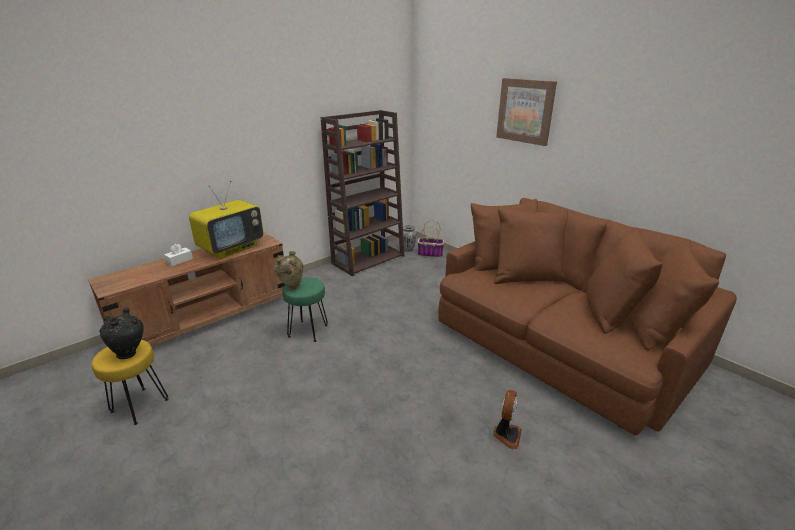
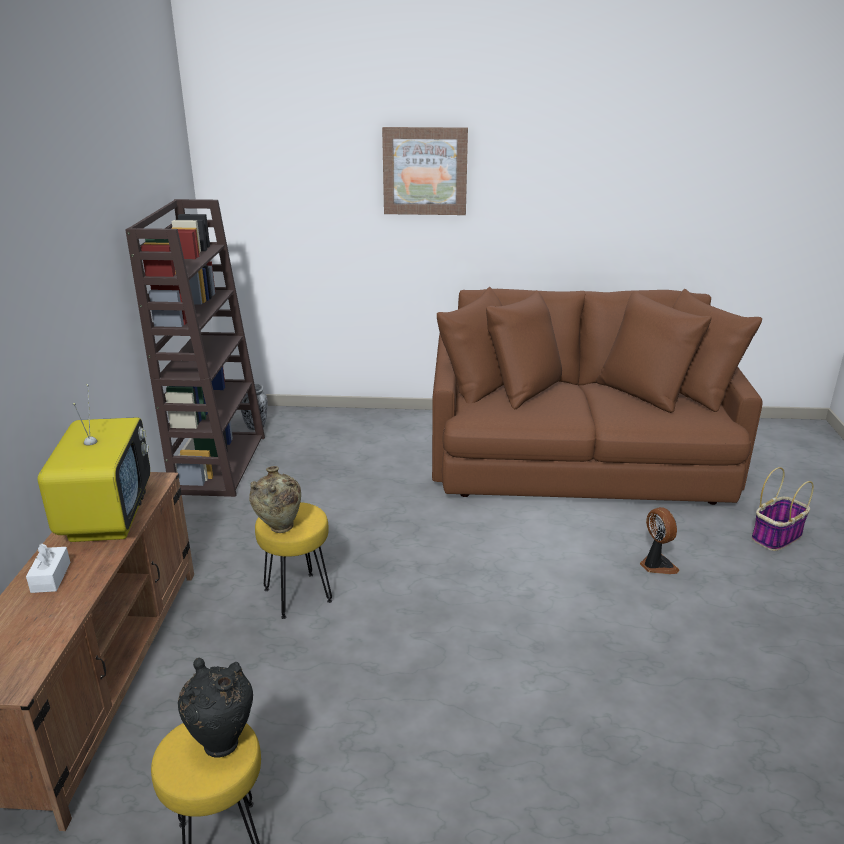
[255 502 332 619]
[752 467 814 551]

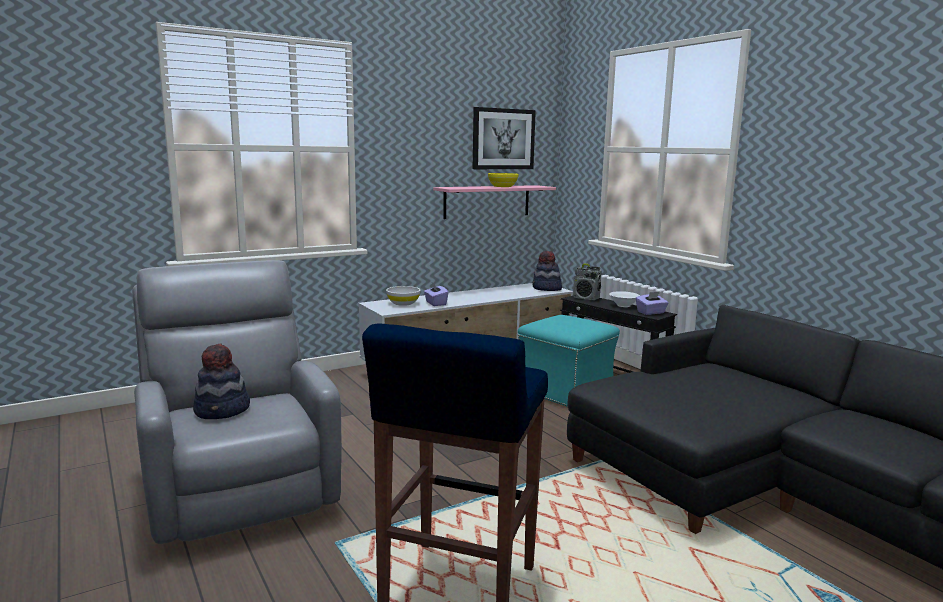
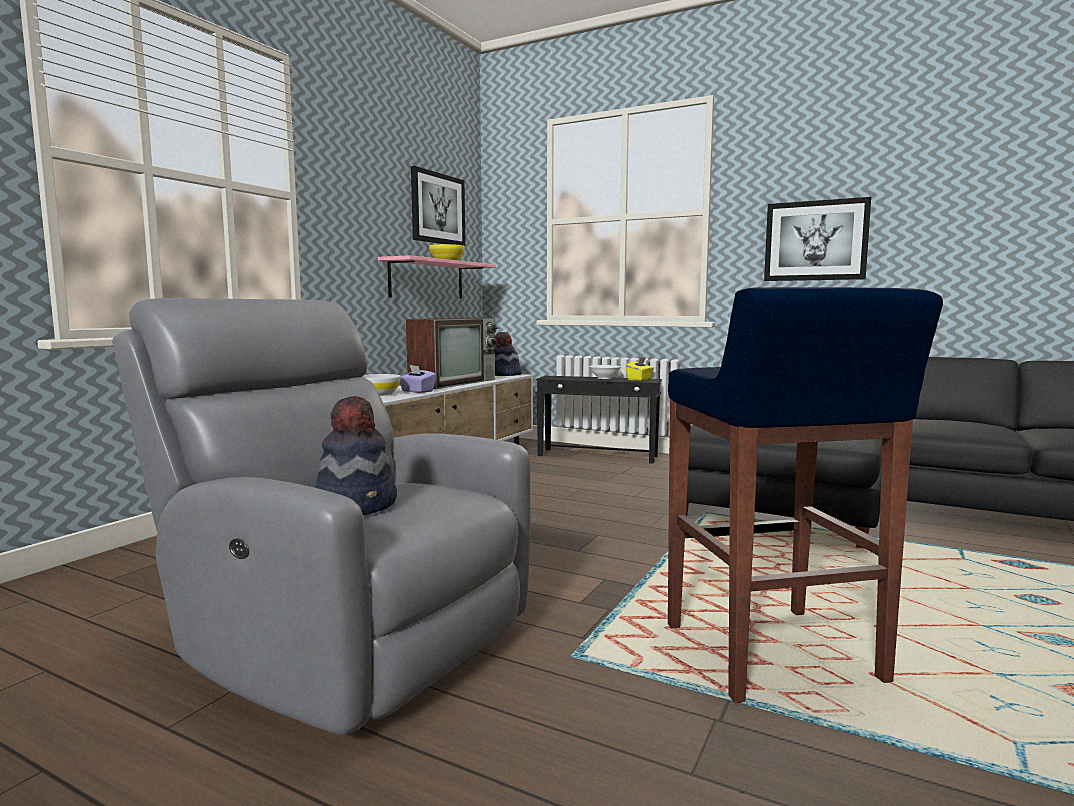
[406 318 498 389]
[626 357 654 381]
[764 197 871 281]
[518 315 620 407] (first image)
[573 263 601 300] (first image)

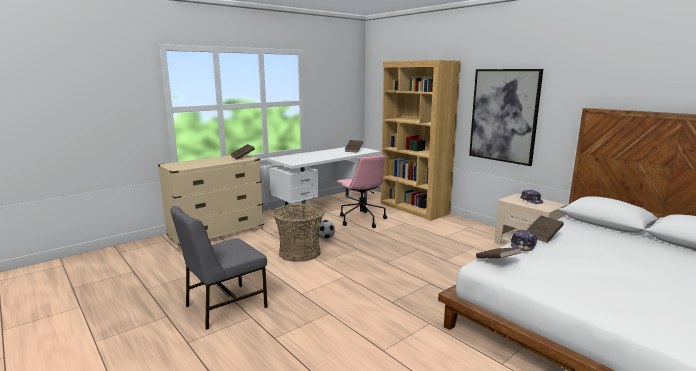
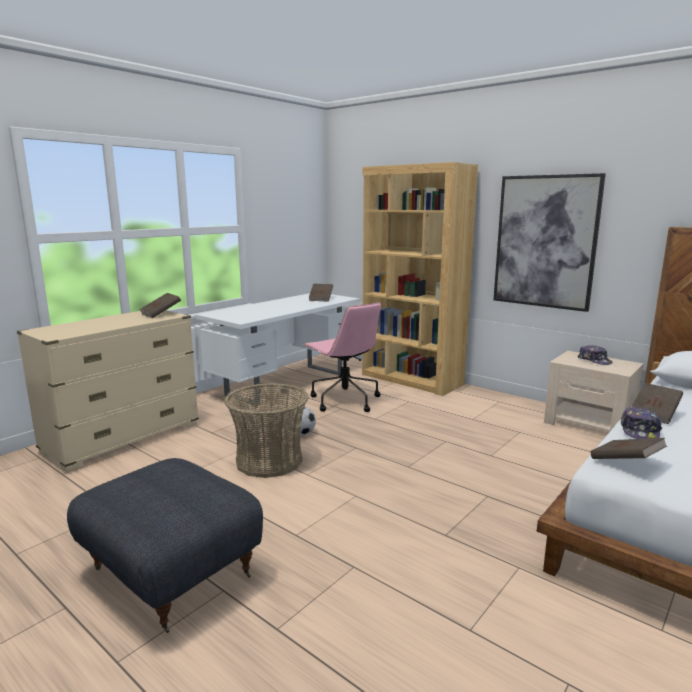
[67 458 263 633]

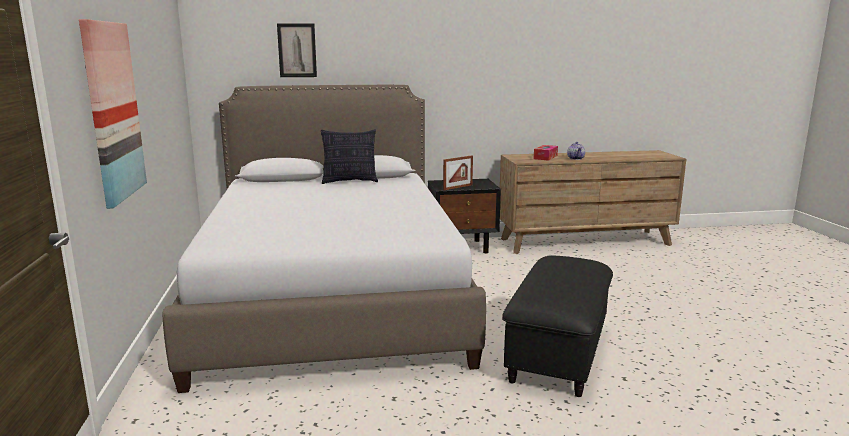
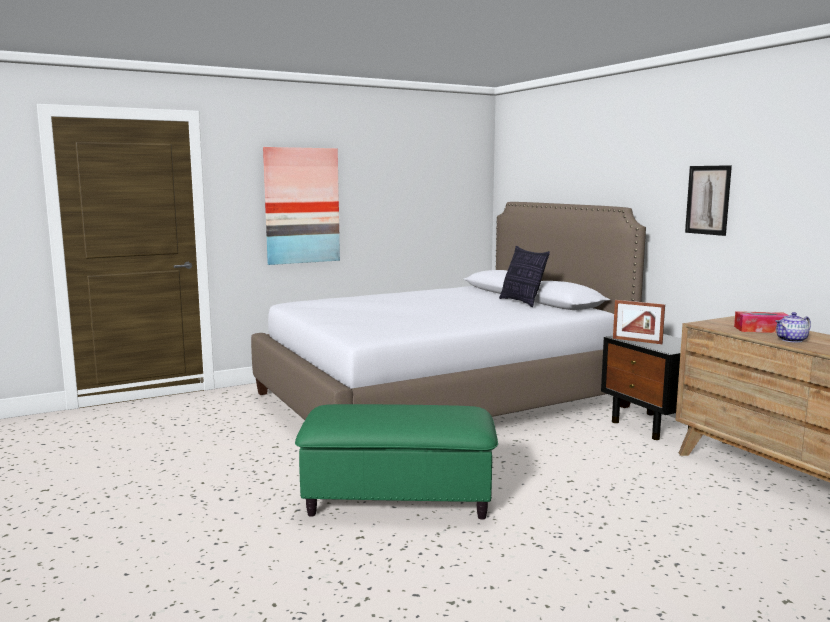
[295 404 498 520]
[685 165 732 236]

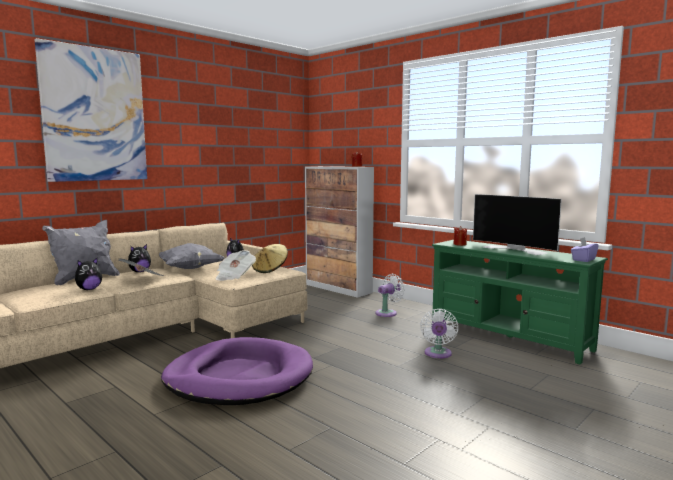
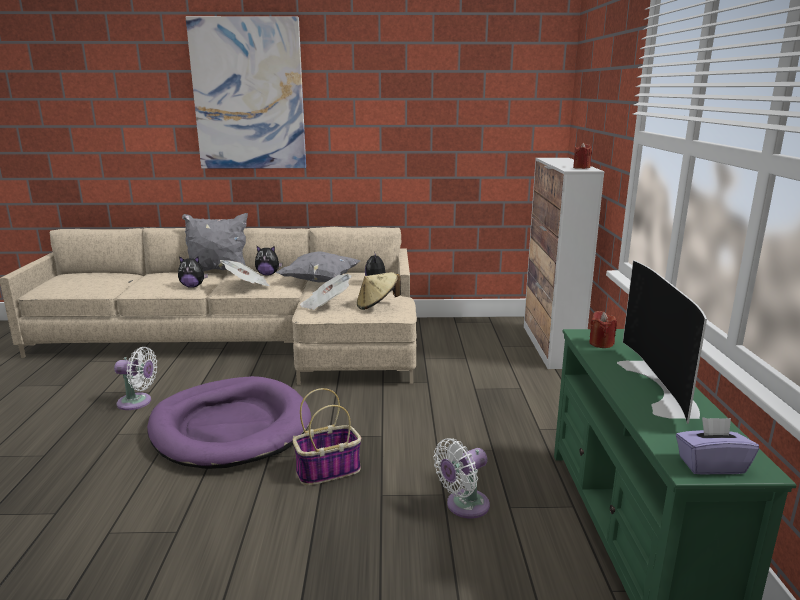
[114 347 158 410]
[293 388 361 485]

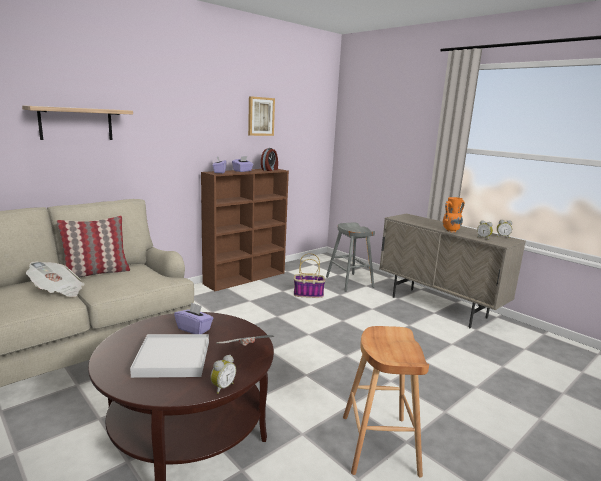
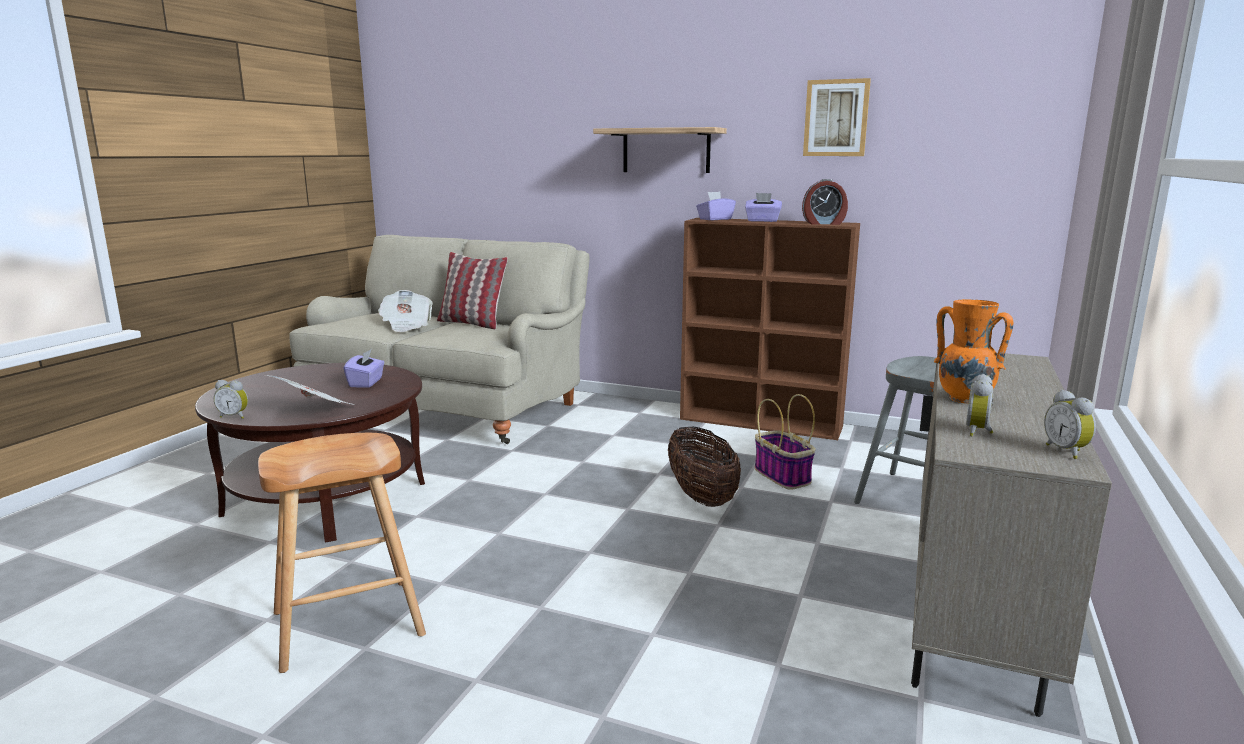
[593 127 727 173]
[668 427 741 507]
[130 334 209 378] (first image)

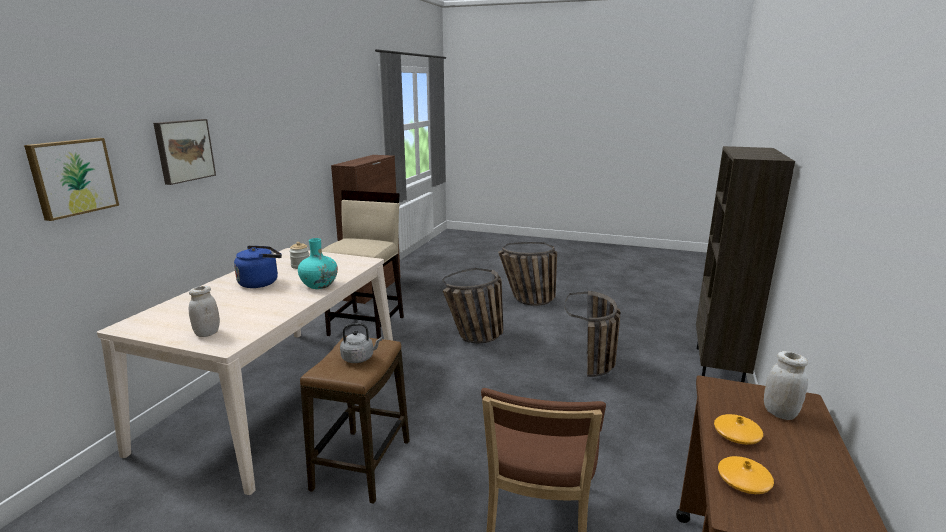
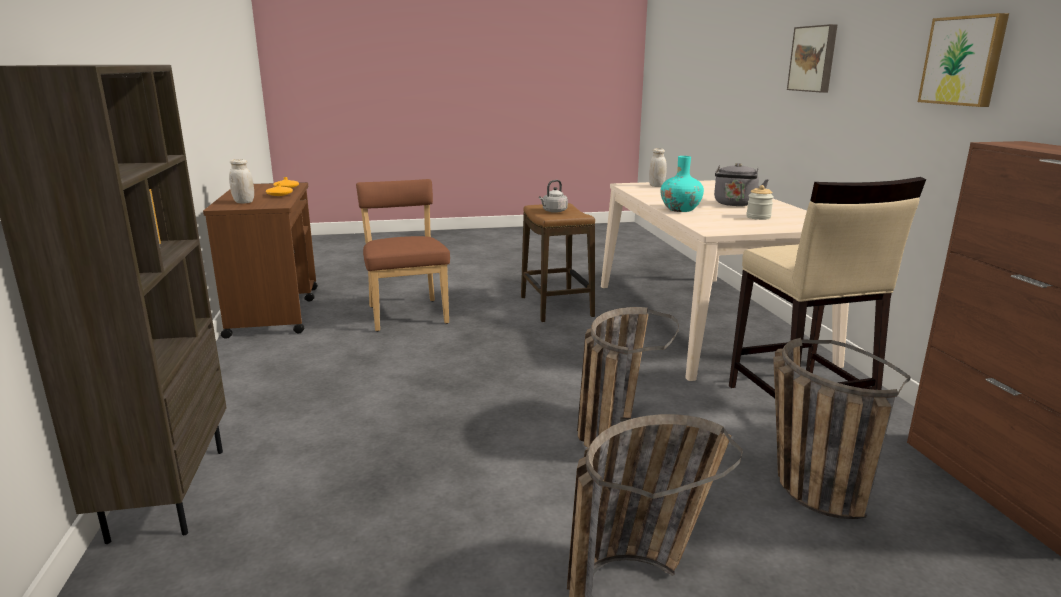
[714 163 769 206]
[773 338 911 519]
[918 13 1009 107]

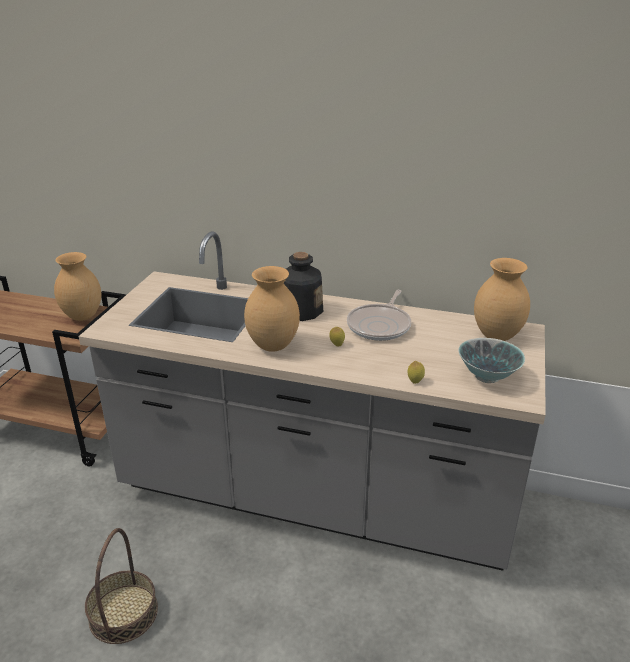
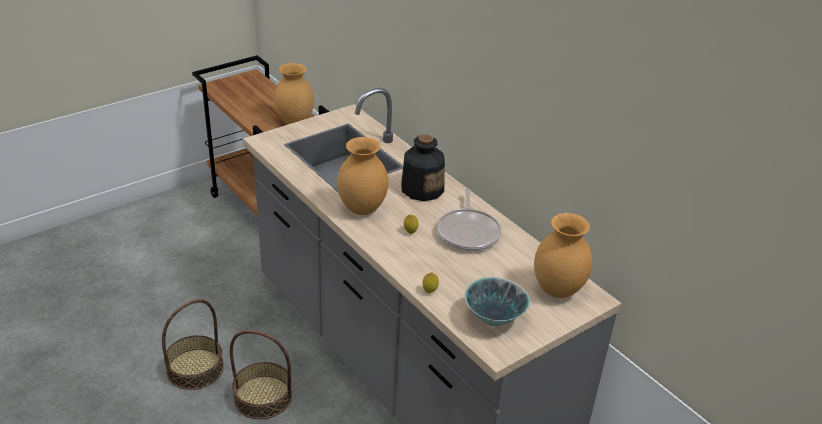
[230 330 292 419]
[437 188 502 251]

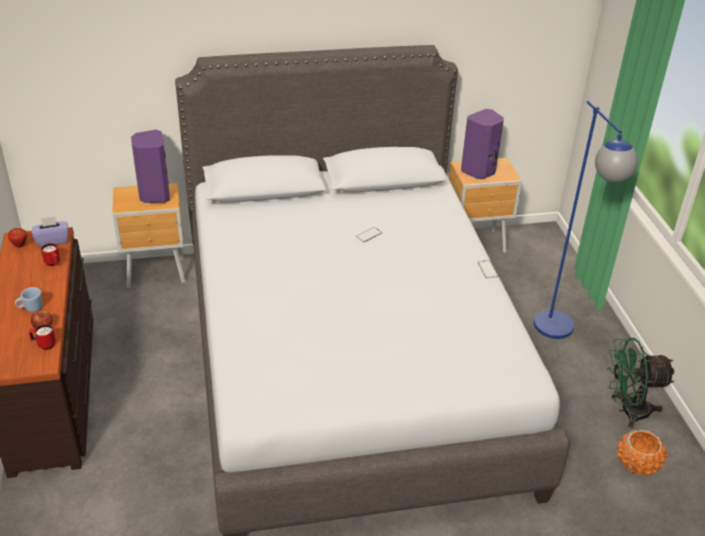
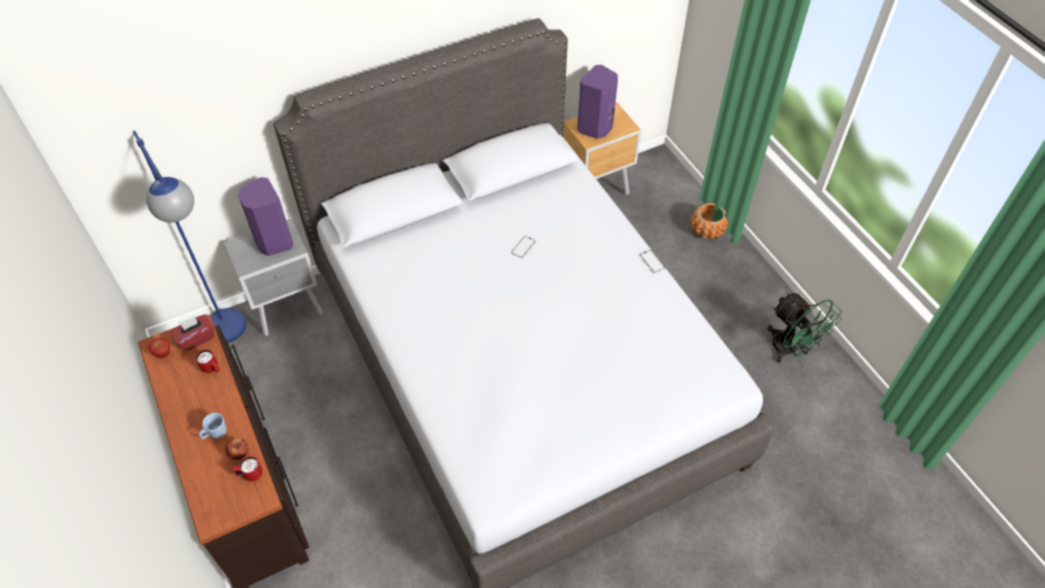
[133 131 246 343]
[171 314 214 351]
[224 219 323 336]
[690 203 728 239]
[767 292 842 363]

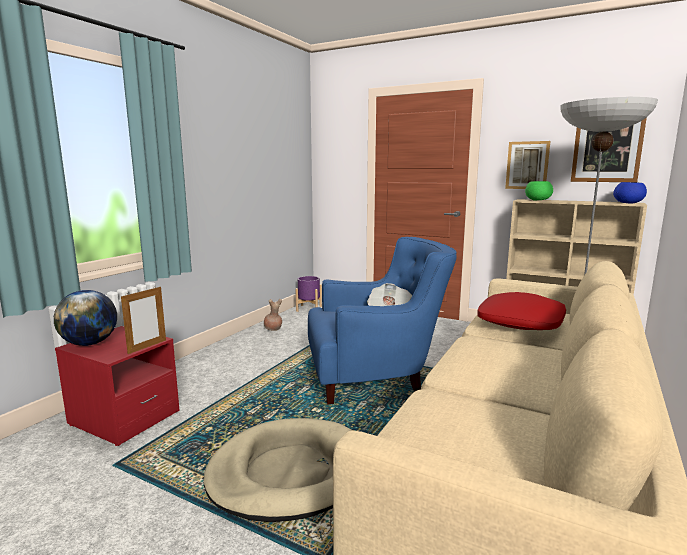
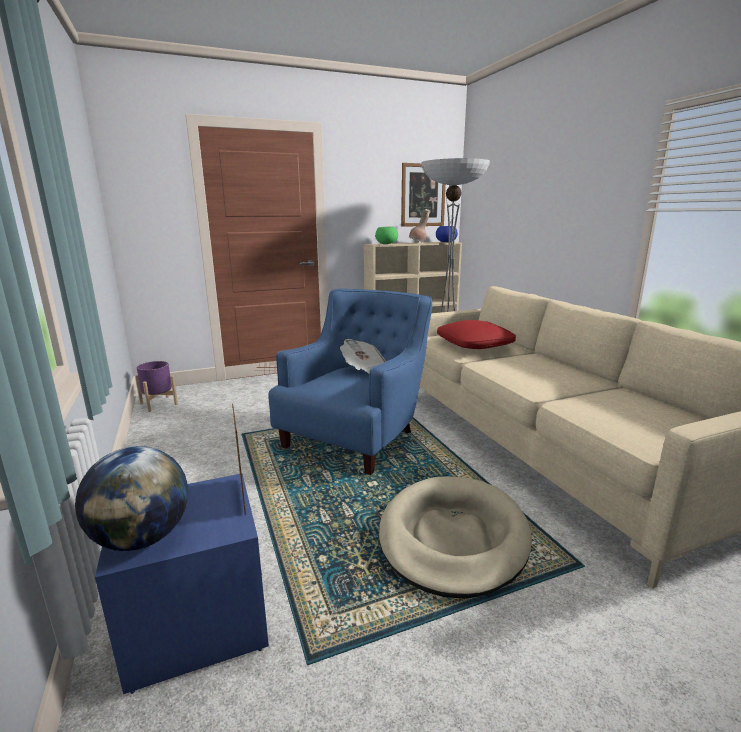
[95 474 269 694]
[409 209 430 243]
[505 141 550 189] (first image)

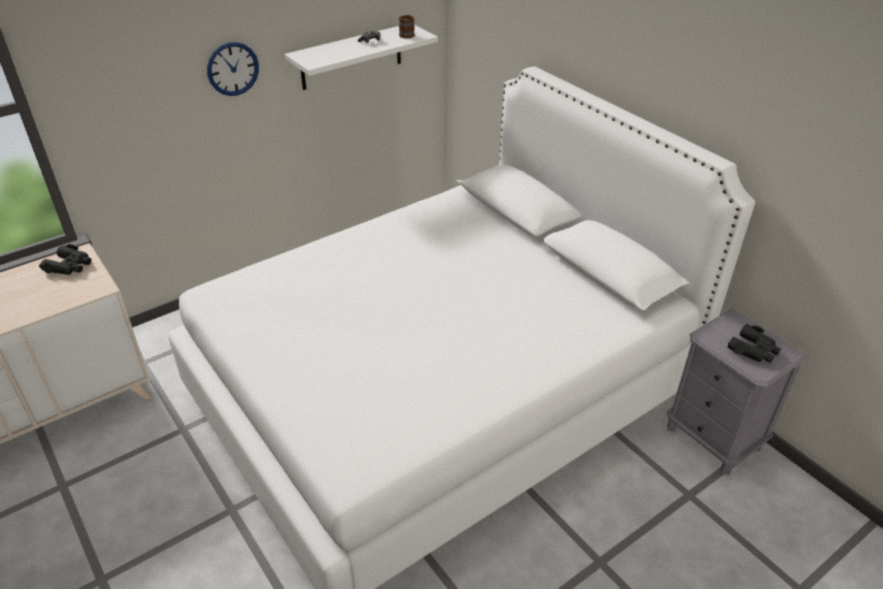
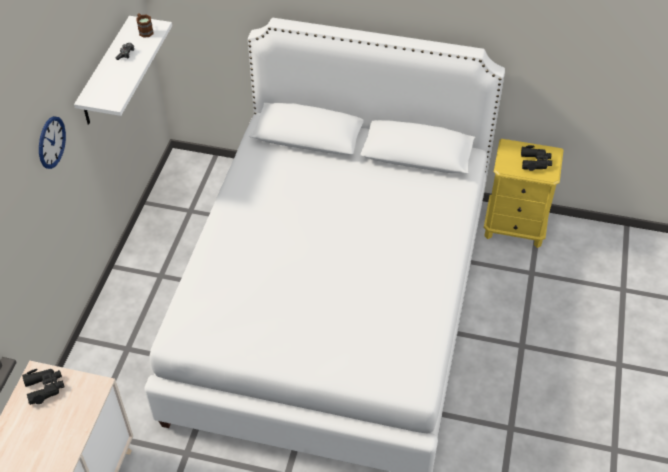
[484 139 564 248]

